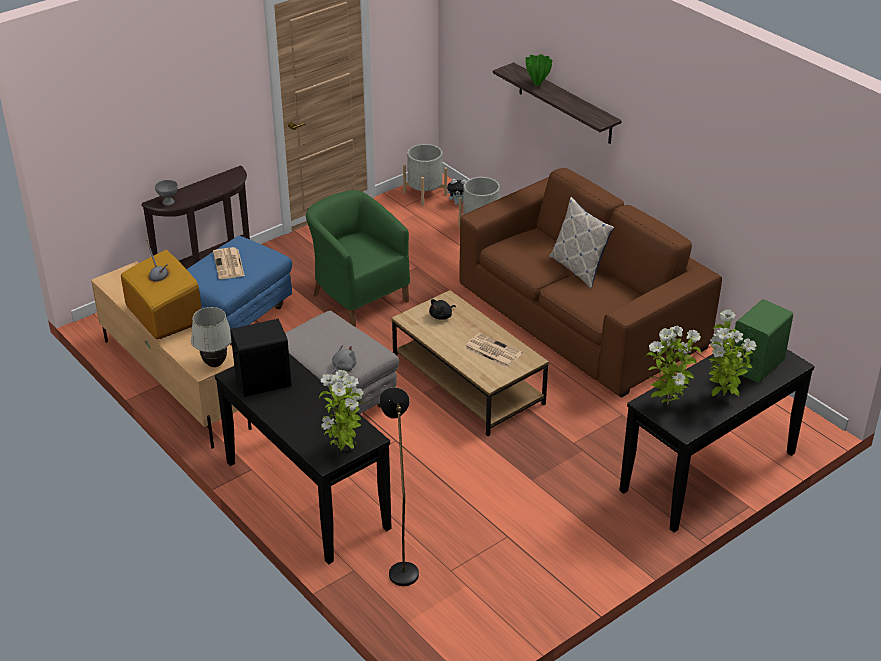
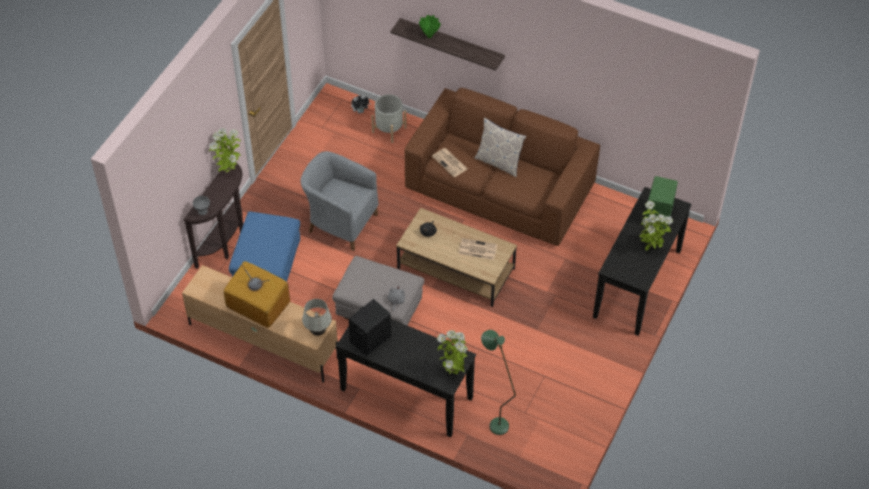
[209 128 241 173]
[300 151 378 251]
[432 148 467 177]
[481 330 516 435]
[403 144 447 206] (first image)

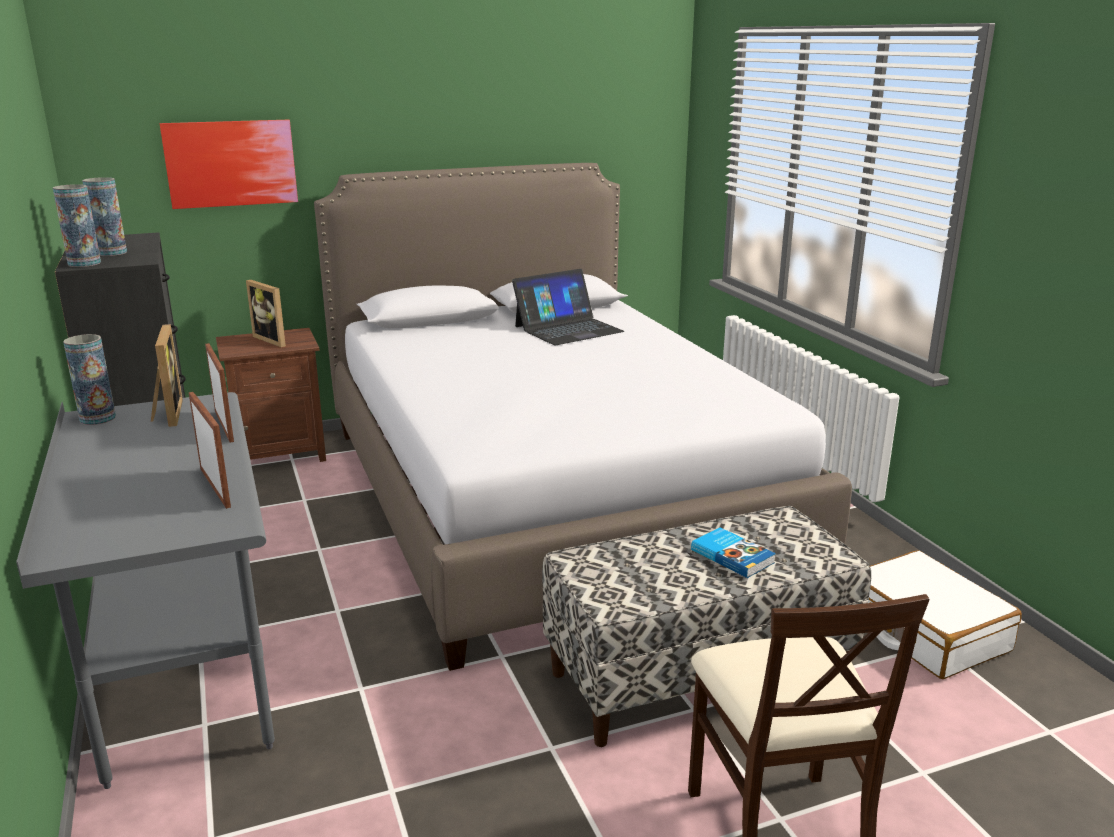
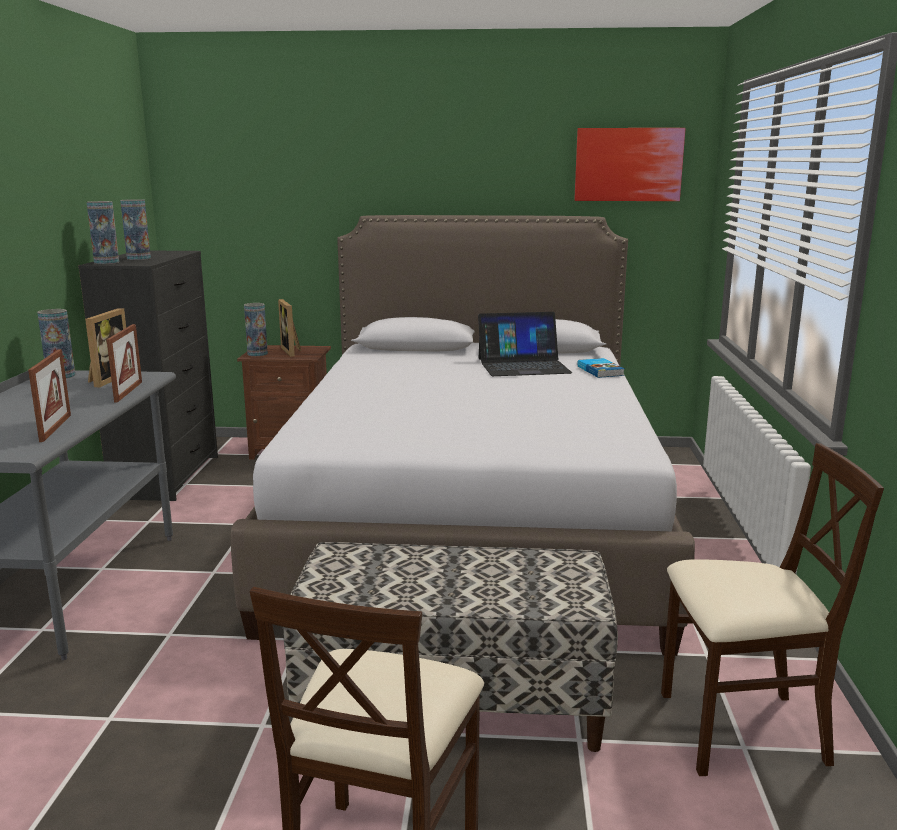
[244 303 268 356]
[574 128 686 201]
[577 358 625 378]
[661 443 884 776]

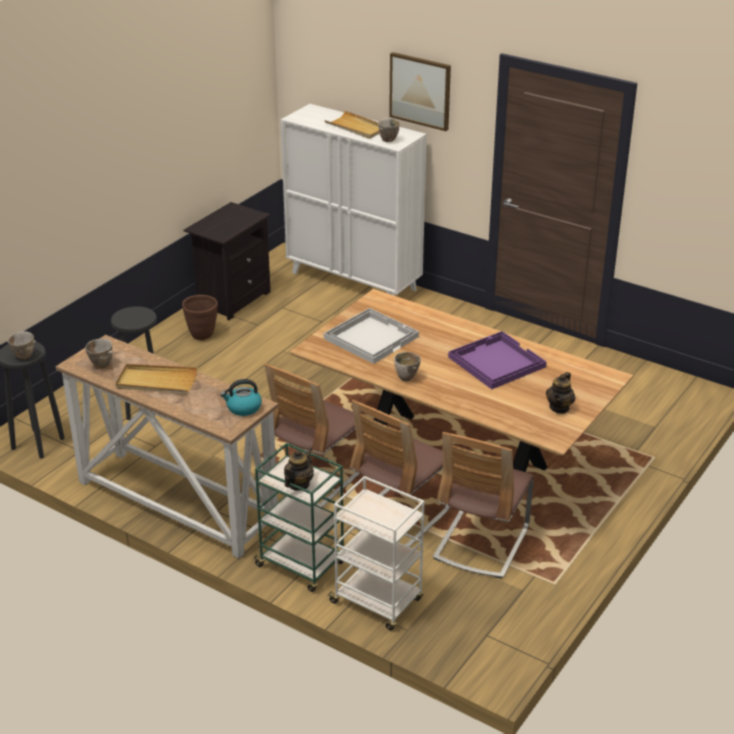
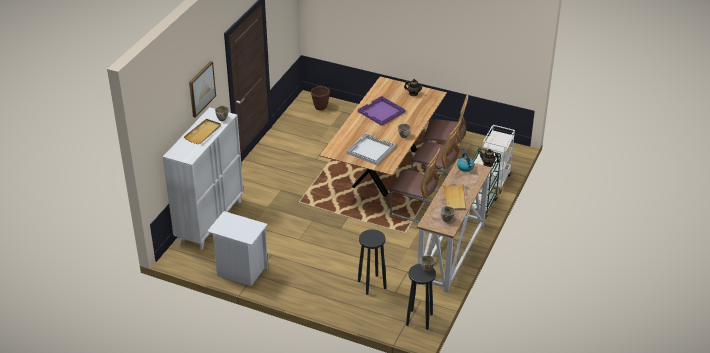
[207 211 268 286]
[311 86 330 111]

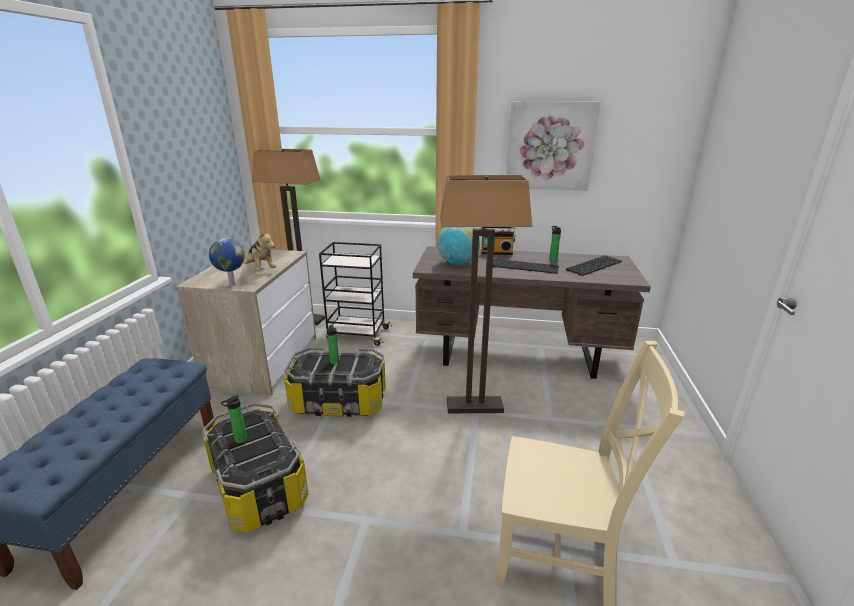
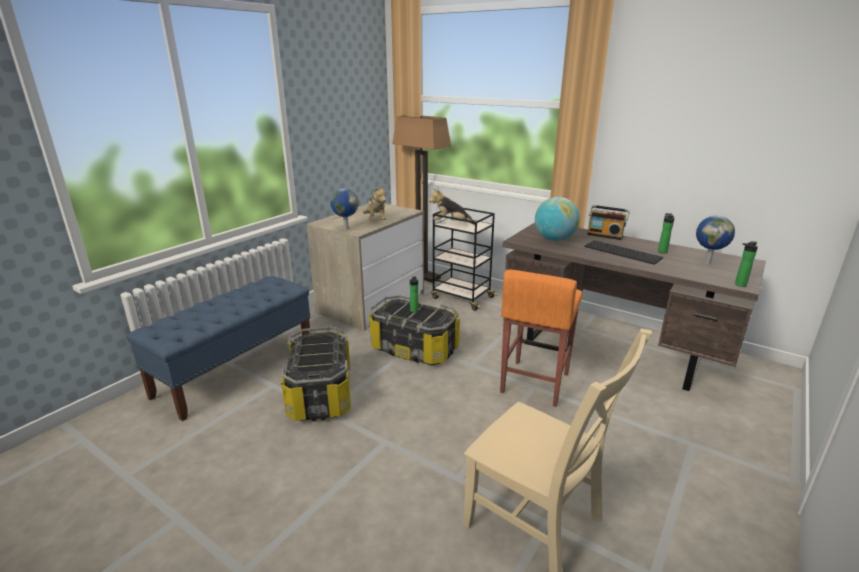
[429 188 475 225]
[500 269 582 407]
[696 216 735 264]
[735 241 758 287]
[506 101 600 190] (first image)

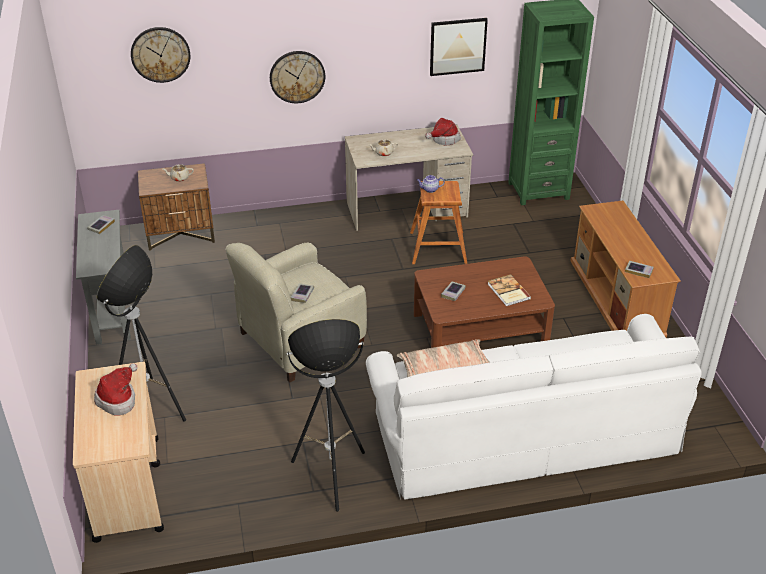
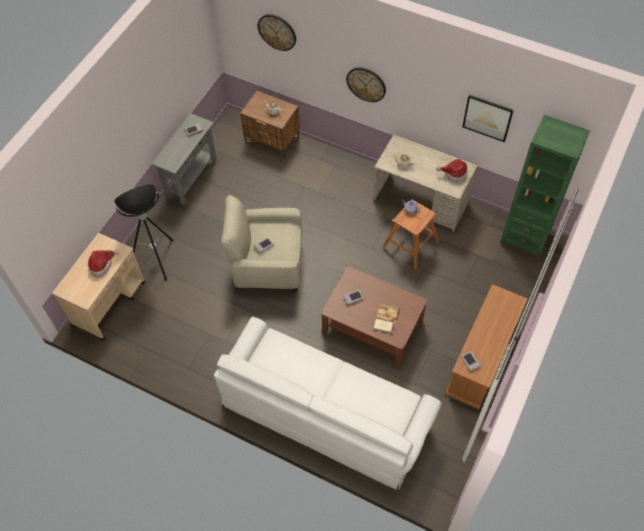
[287 319 365 512] (first image)
[397 339 490 377] (first image)

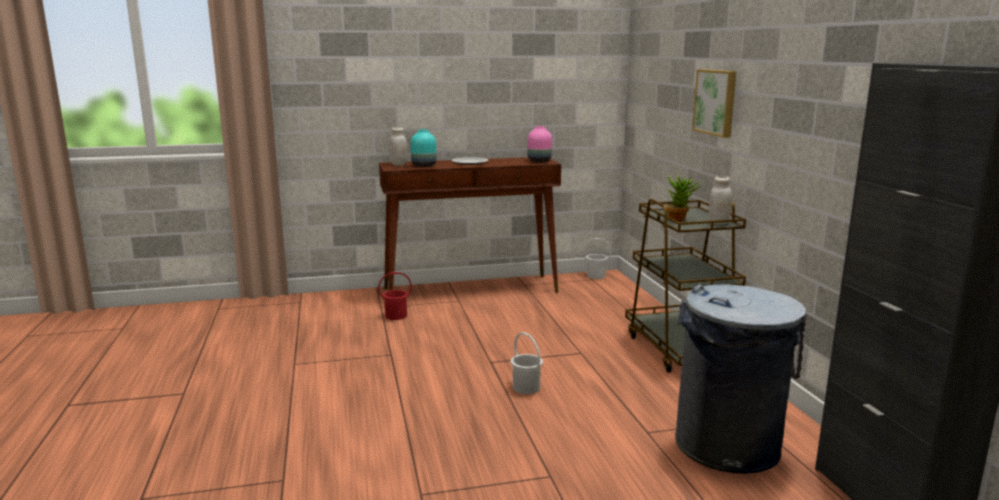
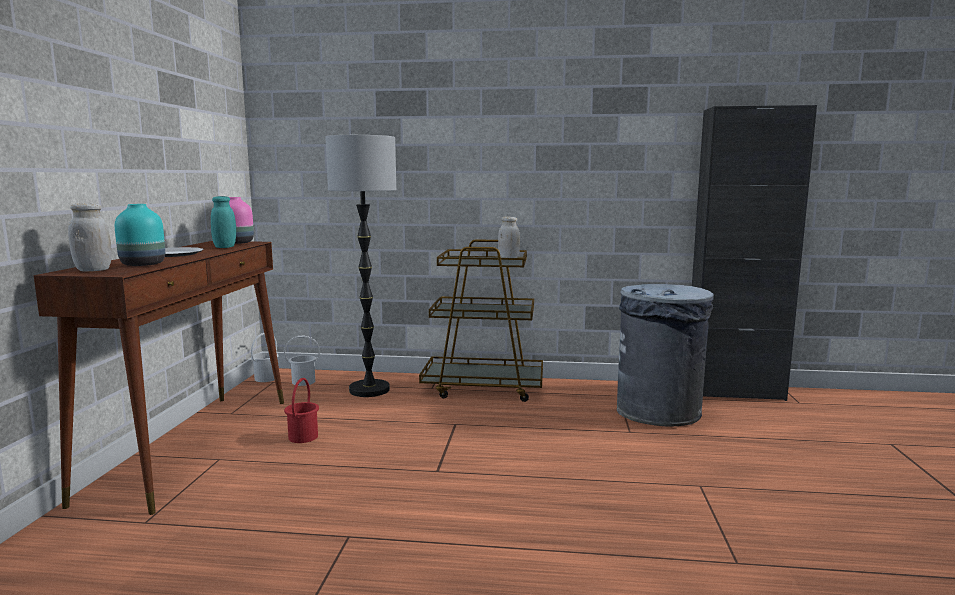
[211 196 236 248]
[284 336 320 386]
[284 378 319 443]
[325 135 396 397]
[666 175 700 222] (first image)
[692 69 736 138] (first image)

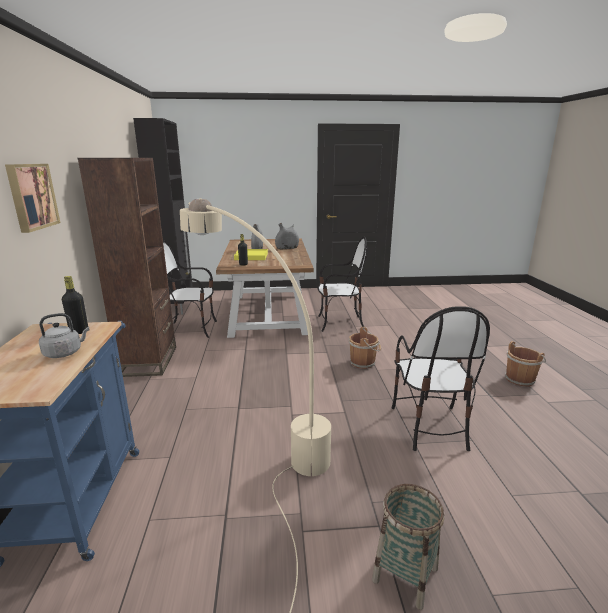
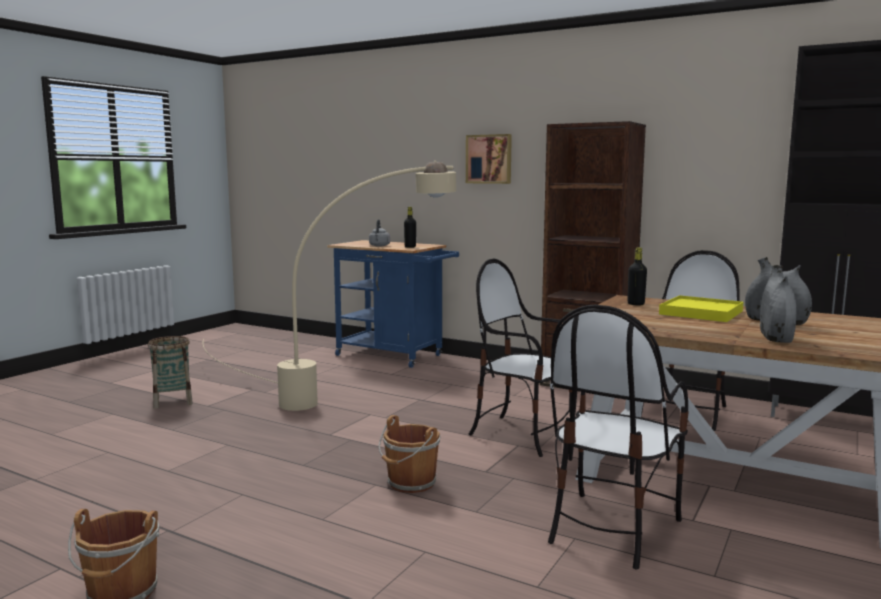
[469 259 572 457]

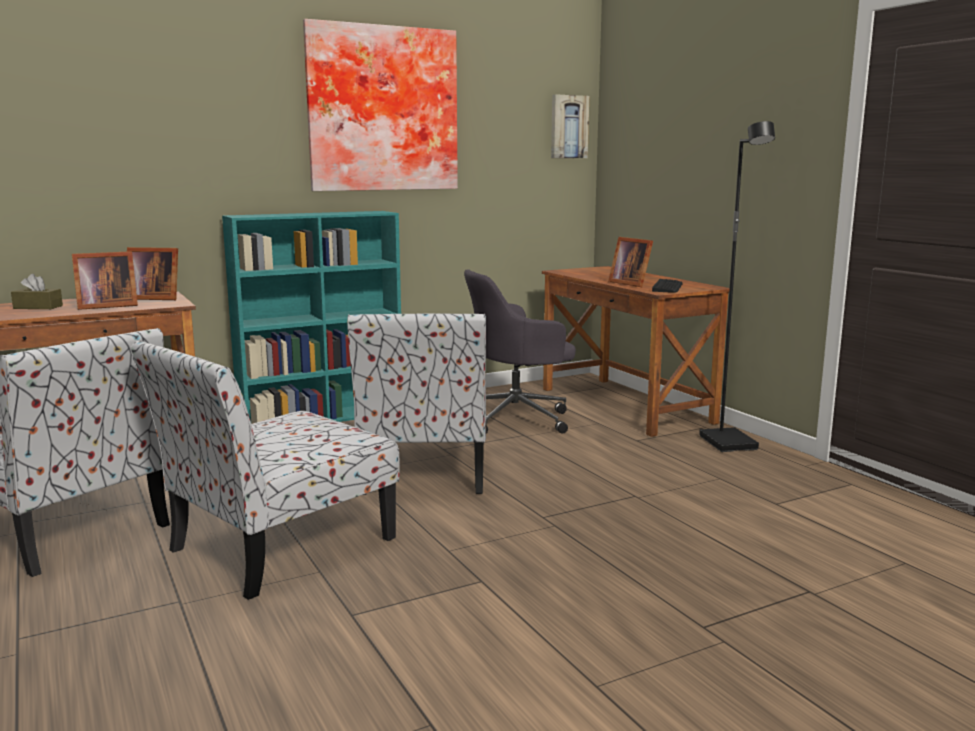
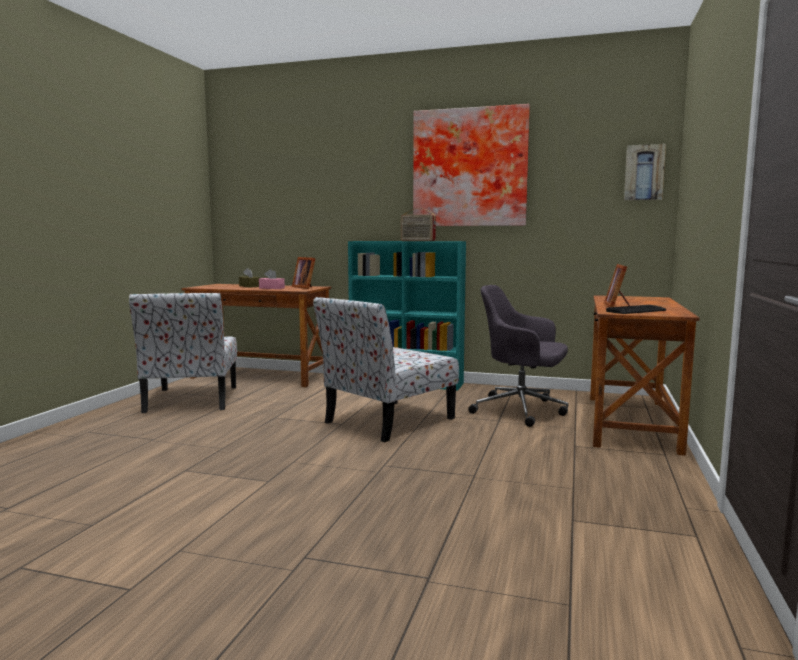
[259 269 285 289]
[401 208 436 241]
[131 341 399 600] (first image)
[699 121 775 452] (first image)

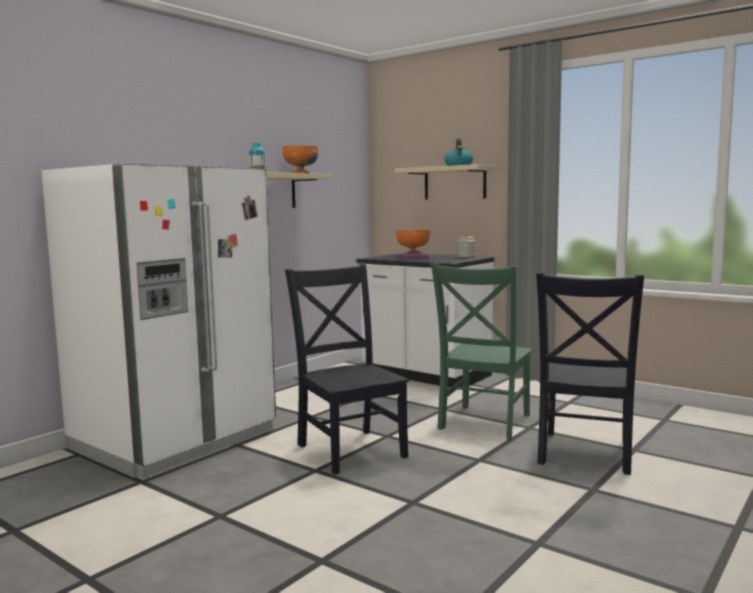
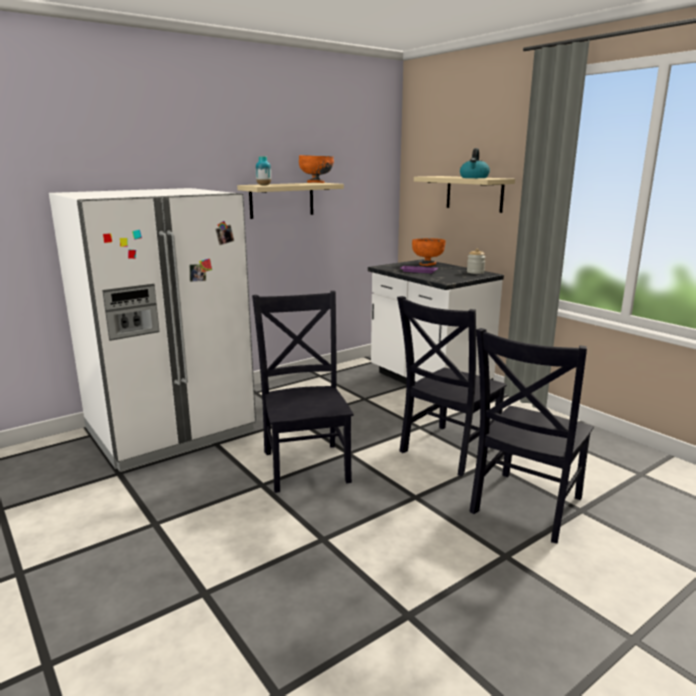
[397 296 507 476]

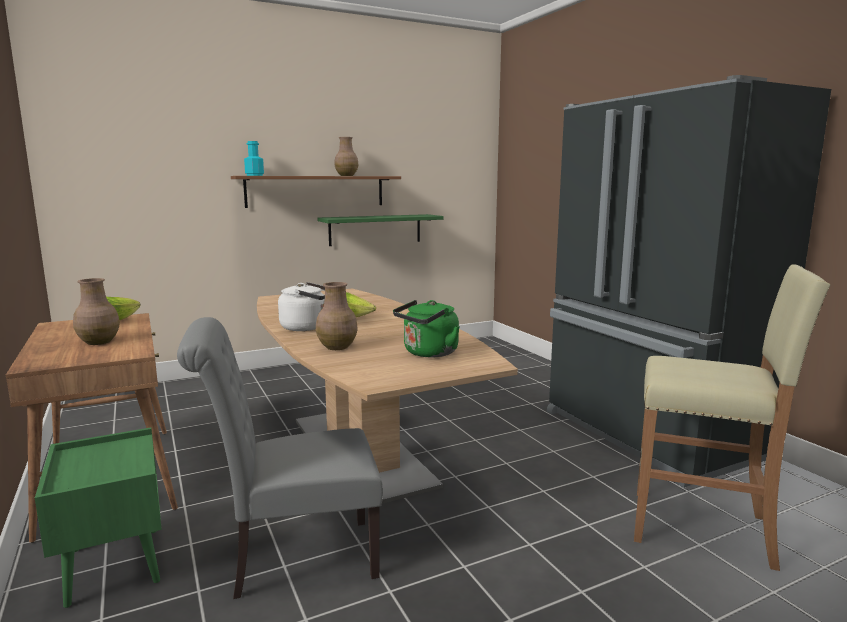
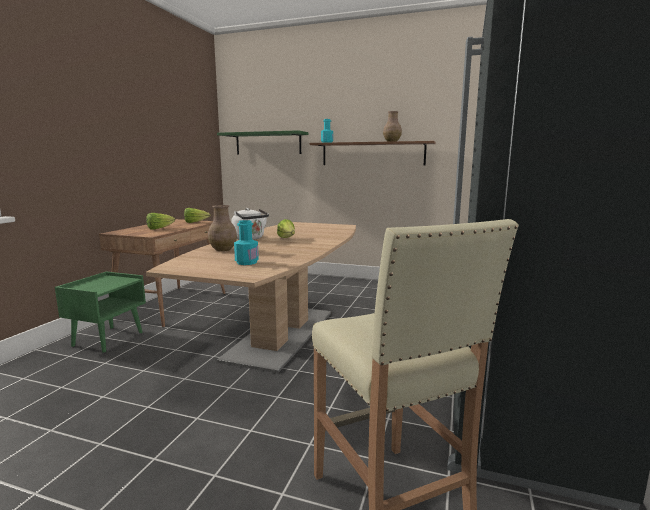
[146 213 175 230]
[217 130 308 154]
[234 220 259 265]
[177 317 383 599] (first image)

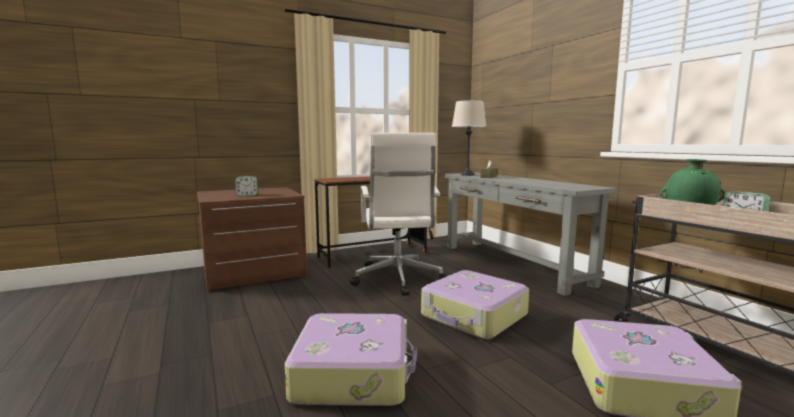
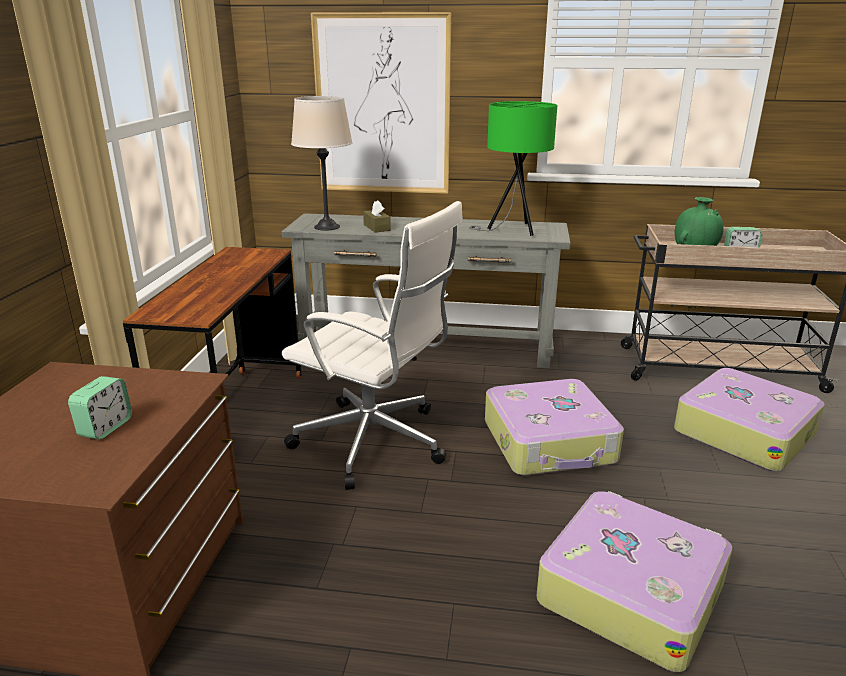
[311 12 451 194]
[469 101 557 236]

